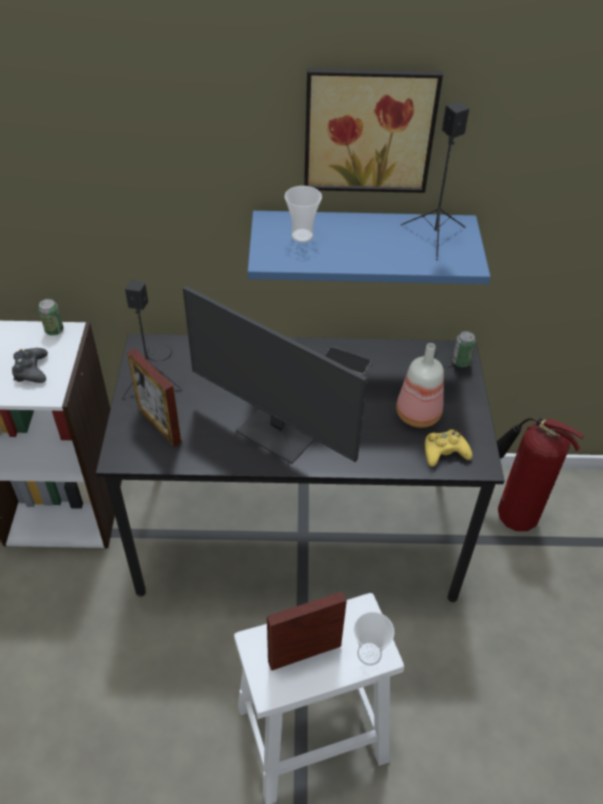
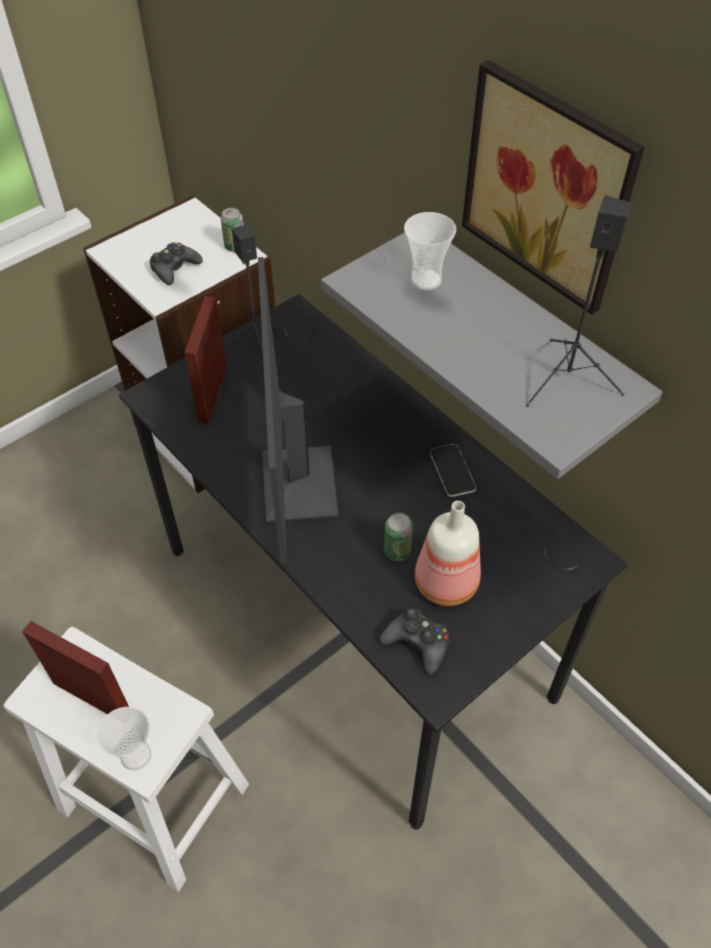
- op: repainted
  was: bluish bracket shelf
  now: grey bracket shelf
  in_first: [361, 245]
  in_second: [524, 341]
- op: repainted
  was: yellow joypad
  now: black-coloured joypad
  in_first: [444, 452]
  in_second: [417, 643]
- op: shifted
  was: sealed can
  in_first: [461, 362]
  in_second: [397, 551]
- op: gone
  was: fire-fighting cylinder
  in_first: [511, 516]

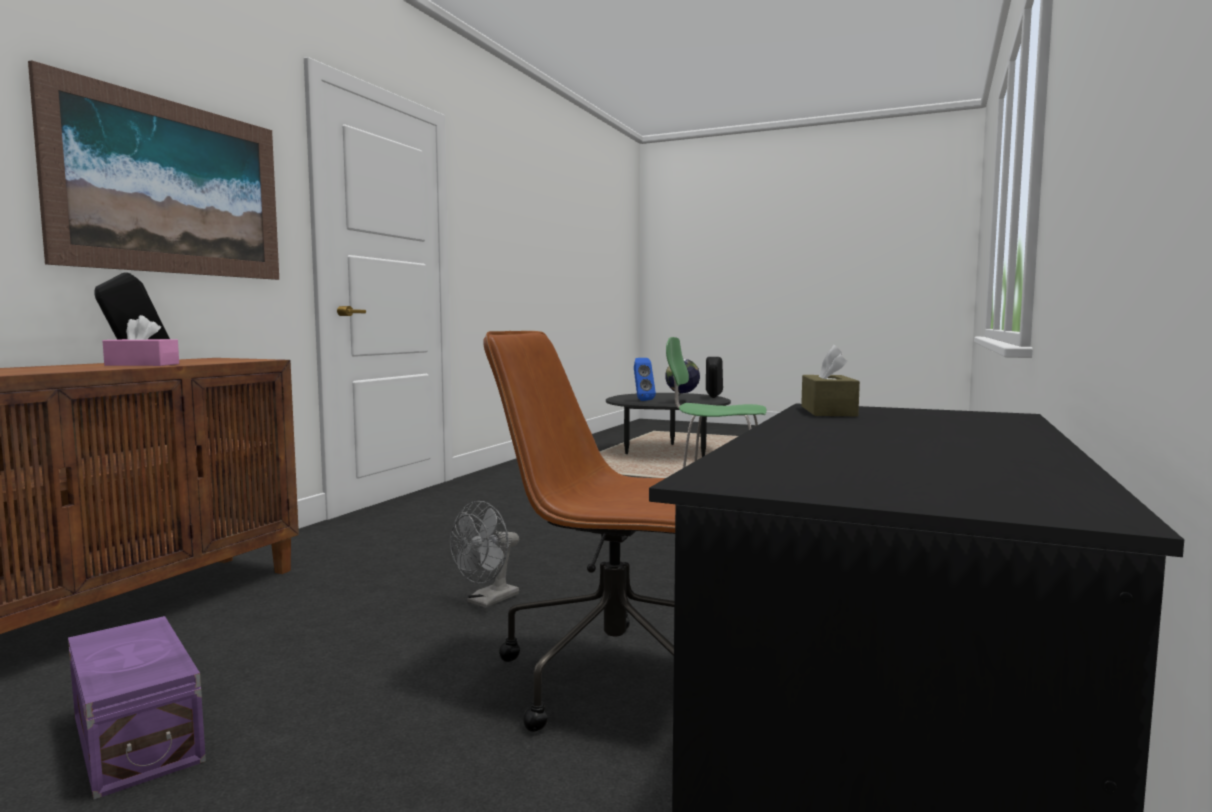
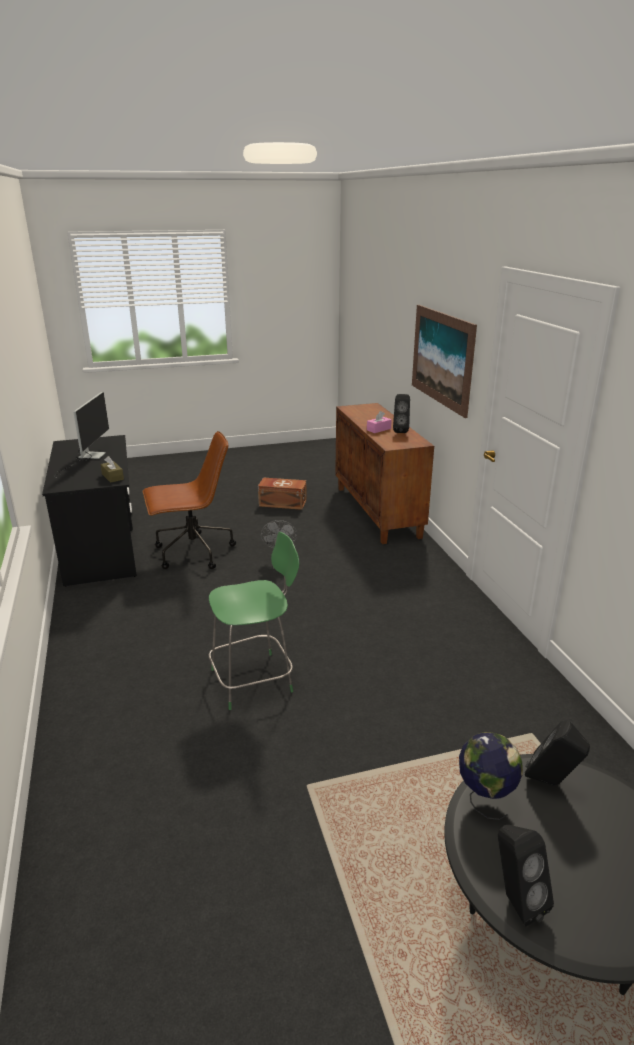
- op: repainted
  was: purplish storage bin
  now: brown-coloured storage bin
  in_first: [134, 740]
  in_second: [282, 503]
- op: repainted
  was: bluish speaker
  now: black-coloured speaker
  in_first: [642, 400]
  in_second: [551, 782]
- op: new
  now: monitor
  in_second: [87, 458]

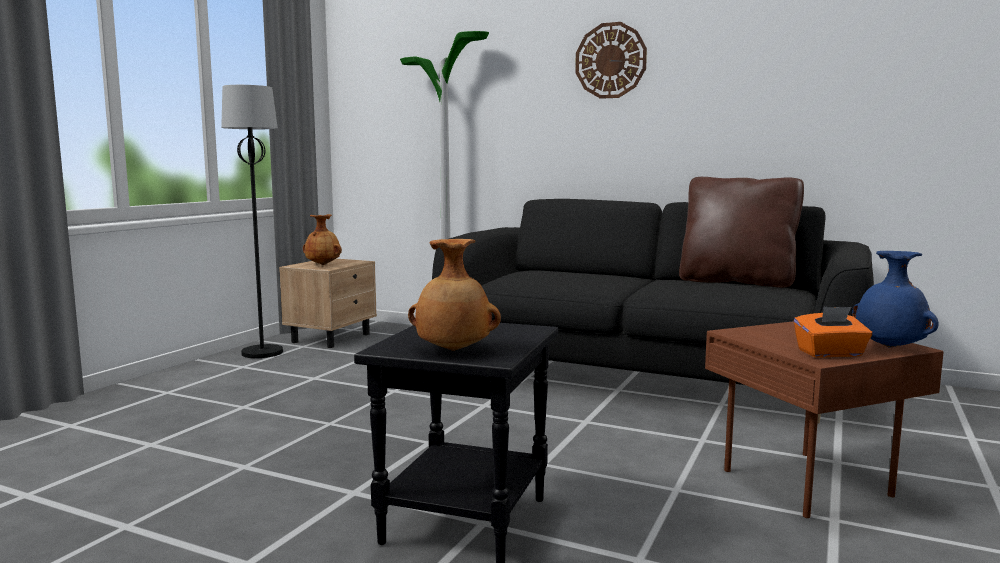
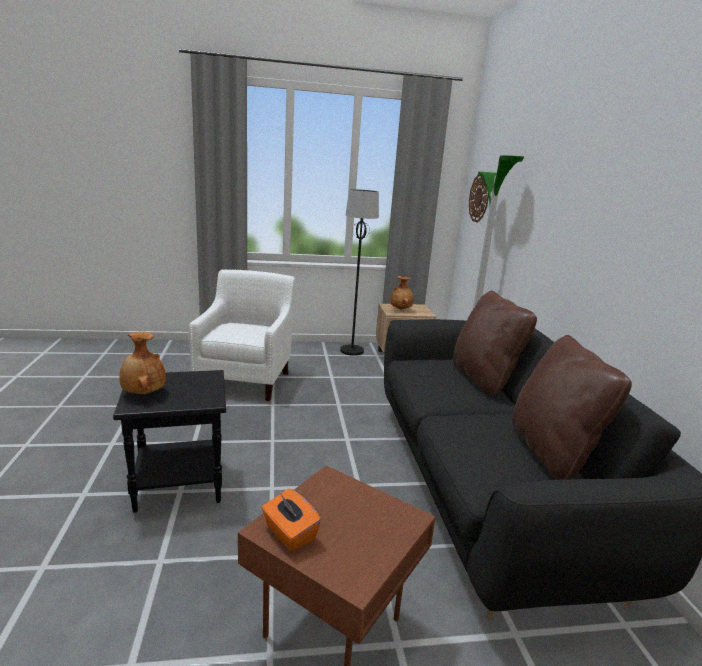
- op: shifted
  was: clock on the wall
  in_first: [610, 60]
  in_second: [479, 197]
- op: gone
  was: bluish flower vase
  in_first: [889, 347]
- op: new
  now: white easy chair
  in_second: [246, 379]
- op: new
  now: brown-coloured cushion
  in_second: [484, 378]

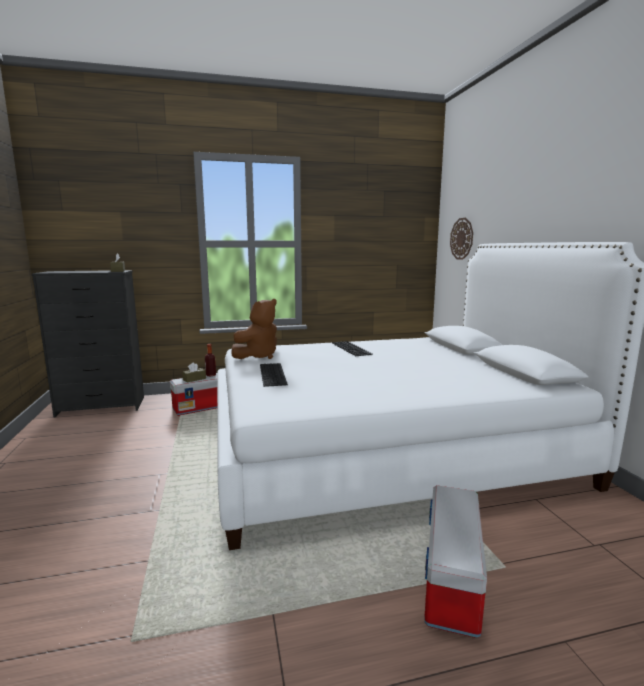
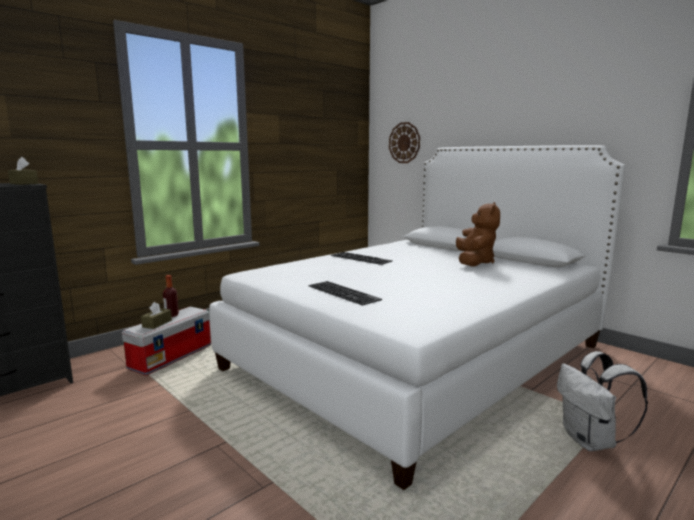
- op: shifted
  was: brown-coloured plush toy
  in_first: [258, 356]
  in_second: [474, 262]
- op: swapped
  was: storage bin
  now: white knapsack
  in_first: [452, 580]
  in_second: [591, 441]

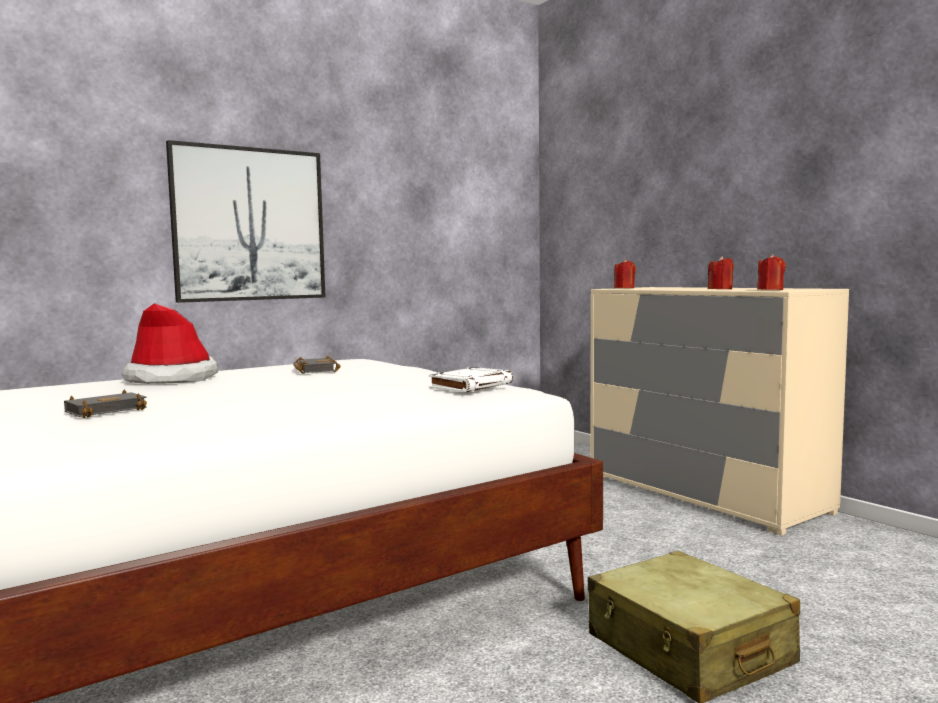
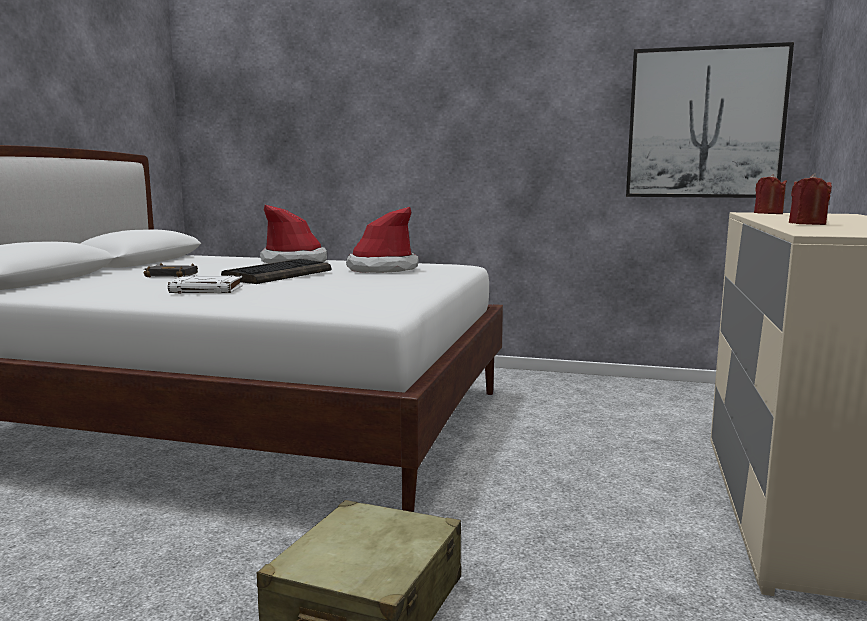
- op: shifted
  was: wall picture
  in_first: [249, 224]
  in_second: [705, 123]
- op: swapped
  was: black-coloured volume
  now: hat
  in_first: [314, 370]
  in_second: [382, 269]
- op: shifted
  was: white volume
  in_first: [471, 386]
  in_second: [207, 290]
- op: gone
  was: red wax light
  in_first: [770, 290]
- op: new
  now: keyboard
  in_second: [278, 274]

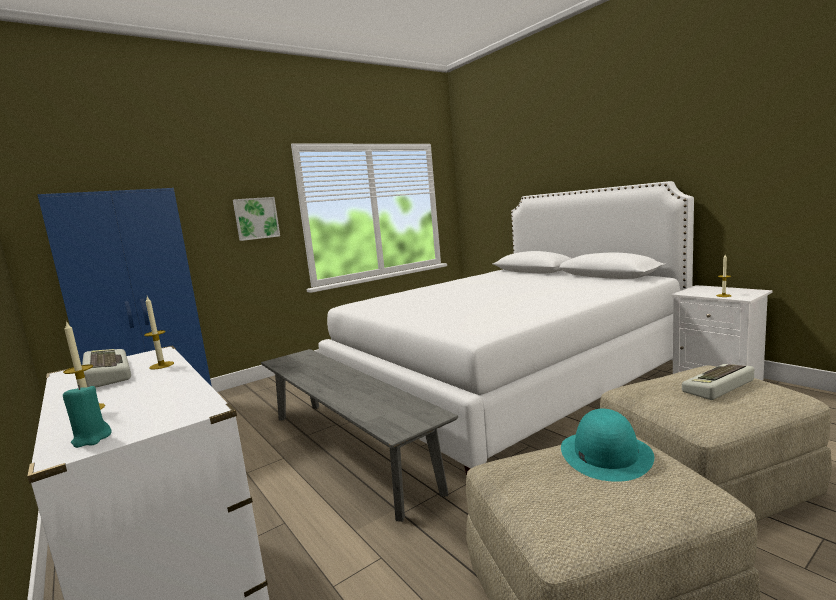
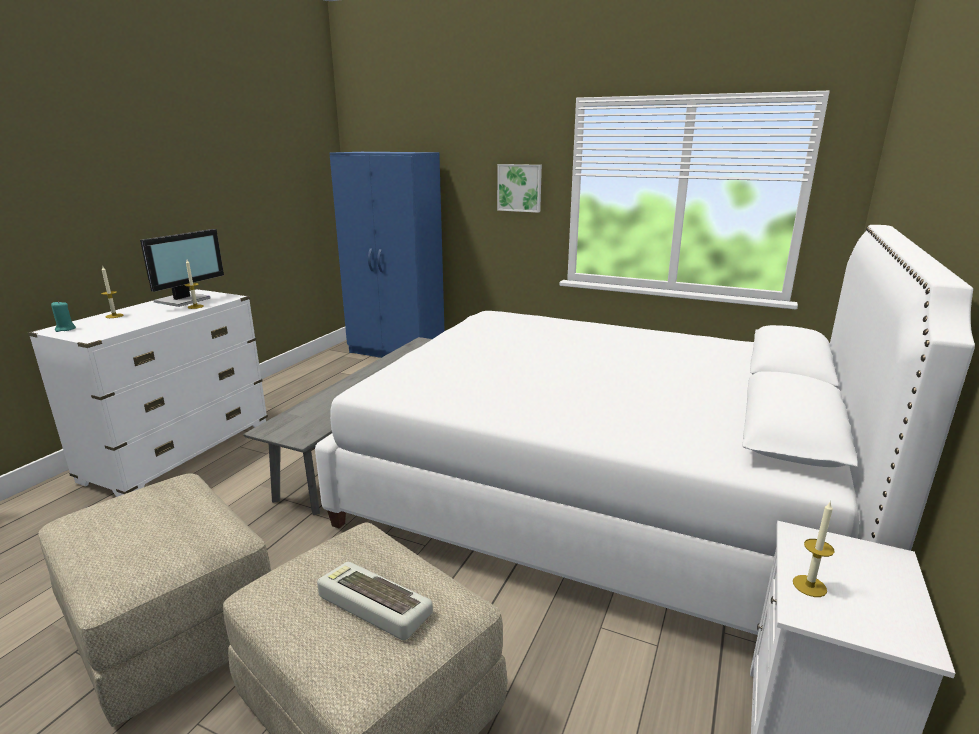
- op: swapped
  was: keyboard
  now: monitor
  in_first: [105, 374]
  in_second: [184, 300]
- op: gone
  was: turquoise hat
  in_first: [605, 454]

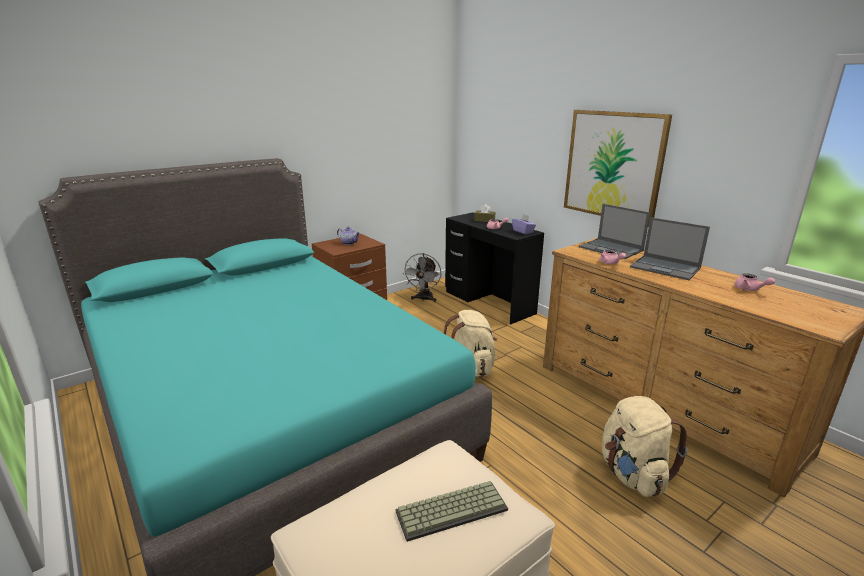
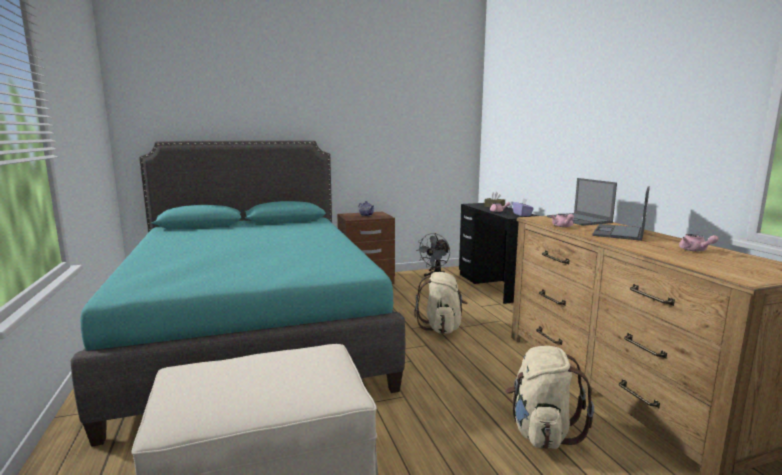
- op: gone
  was: keyboard
  in_first: [452, 509]
- op: gone
  was: wall picture
  in_first: [613, 165]
- op: rotated
  was: laptop
  in_first: [666, 268]
  in_second: [619, 232]
  clockwise: 60

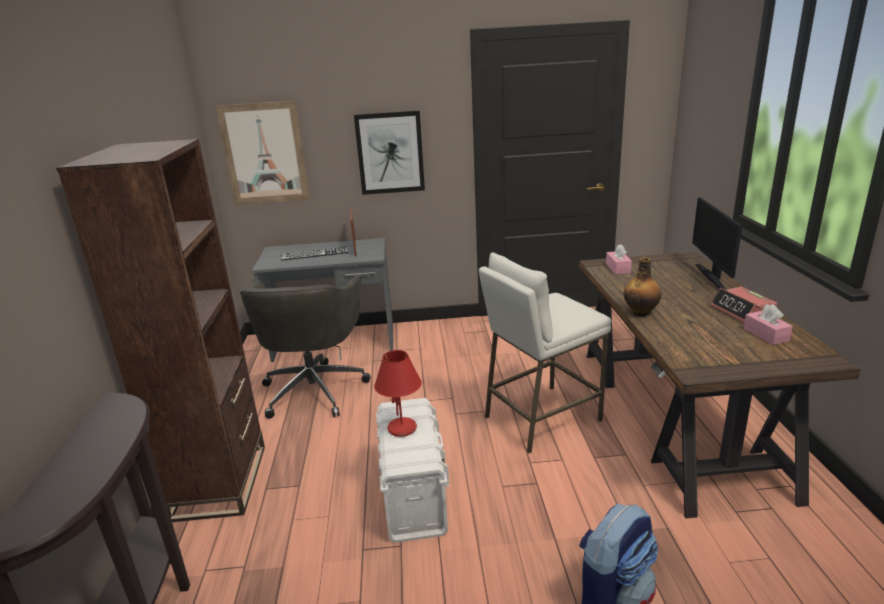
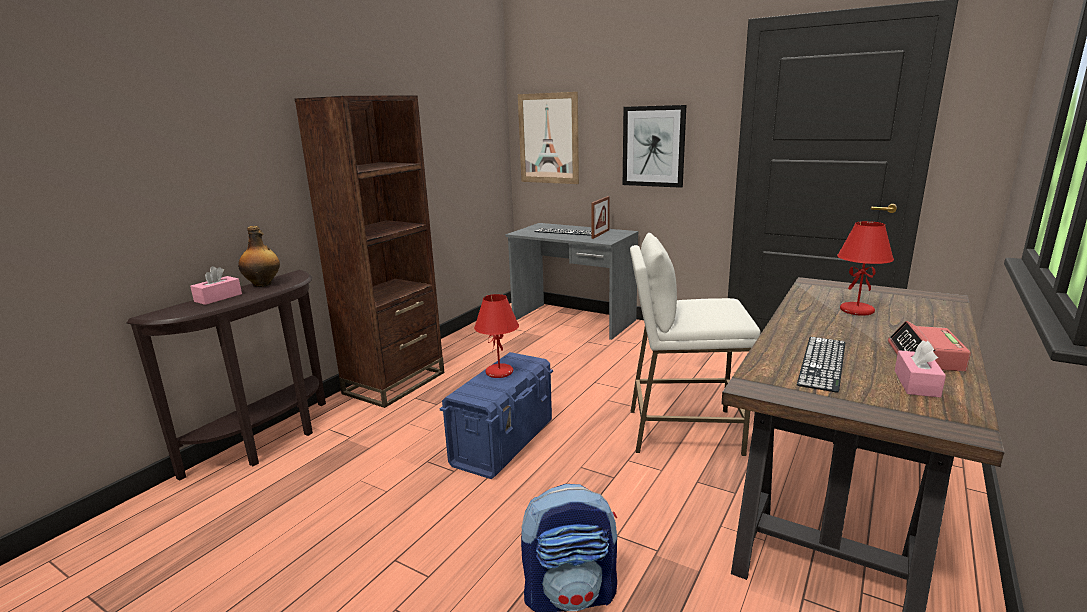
- op: gone
  was: grey computer chair
  in_first: [314, 389]
- op: repainted
  was: white storage bin
  now: bluish storage bin
  in_first: [413, 495]
  in_second: [503, 443]
- op: shifted
  was: pinkish tissue box
  in_first: [618, 268]
  in_second: [218, 298]
- op: shifted
  was: bottle
  in_first: [641, 312]
  in_second: [263, 284]
- op: gone
  was: monitor
  in_first: [712, 276]
- op: new
  now: keyboard
  in_second: [822, 362]
- op: new
  now: red lamp for a table
  in_second: [857, 310]

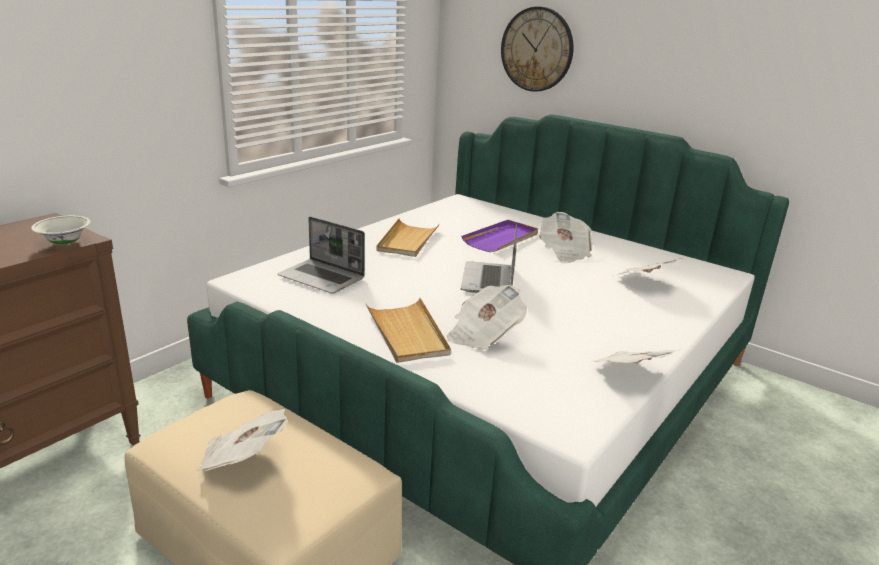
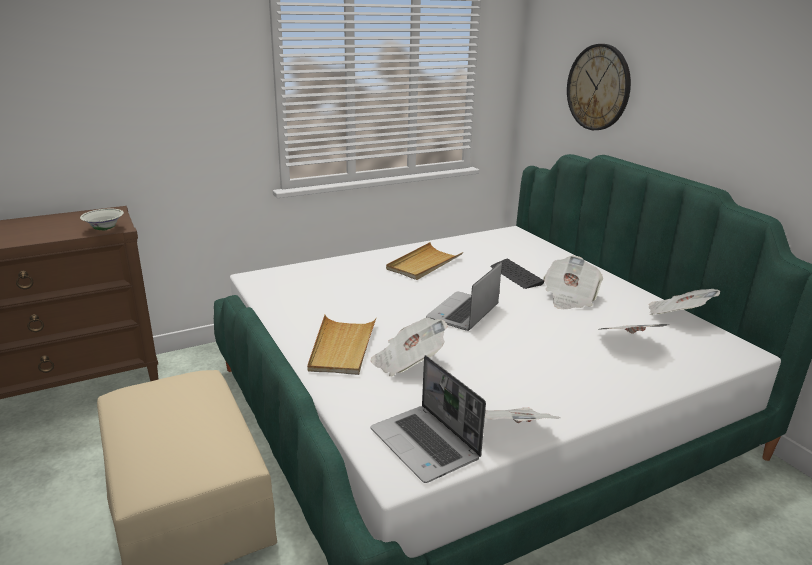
- op: shifted
  was: daily paper
  in_first: [243, 459]
  in_second: [677, 316]
- op: shifted
  was: laptop
  in_first: [323, 278]
  in_second: [426, 445]
- op: swapped
  was: purplish carrying tray
  now: keyboard
  in_first: [501, 239]
  in_second: [516, 275]

